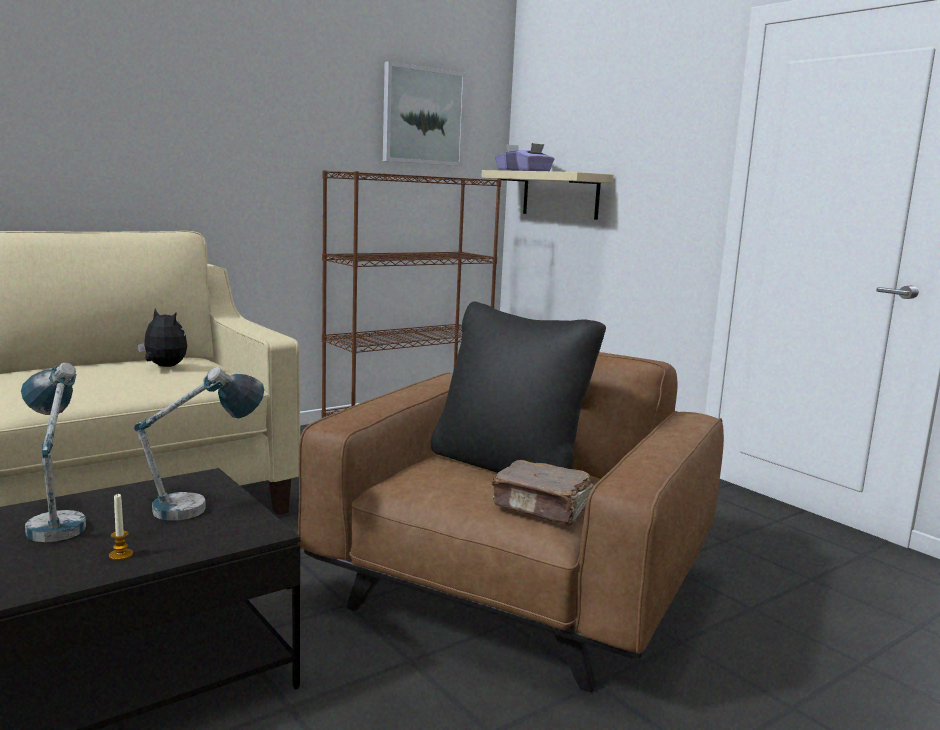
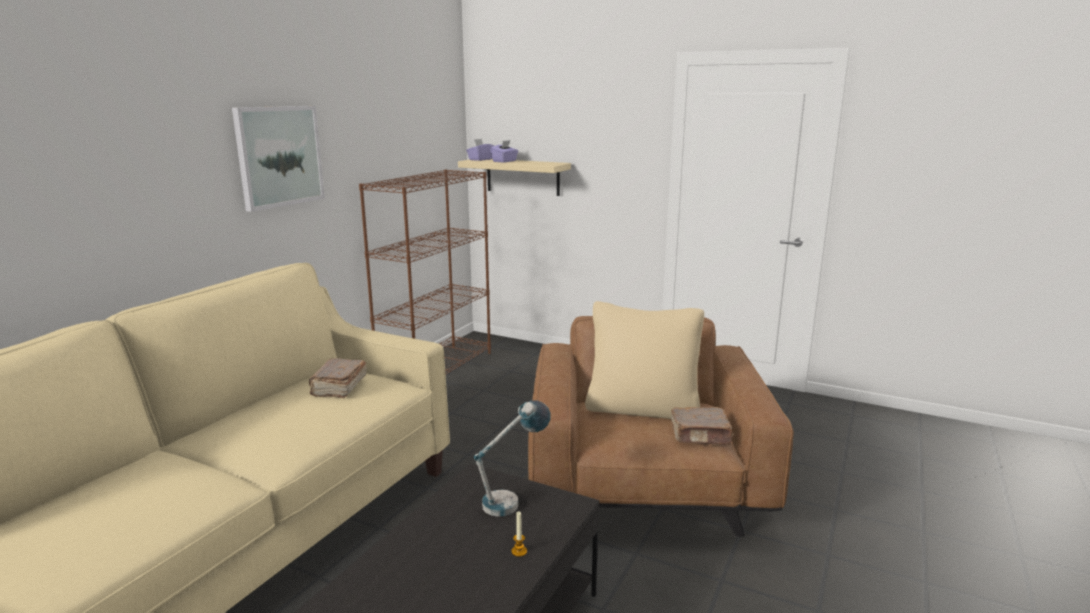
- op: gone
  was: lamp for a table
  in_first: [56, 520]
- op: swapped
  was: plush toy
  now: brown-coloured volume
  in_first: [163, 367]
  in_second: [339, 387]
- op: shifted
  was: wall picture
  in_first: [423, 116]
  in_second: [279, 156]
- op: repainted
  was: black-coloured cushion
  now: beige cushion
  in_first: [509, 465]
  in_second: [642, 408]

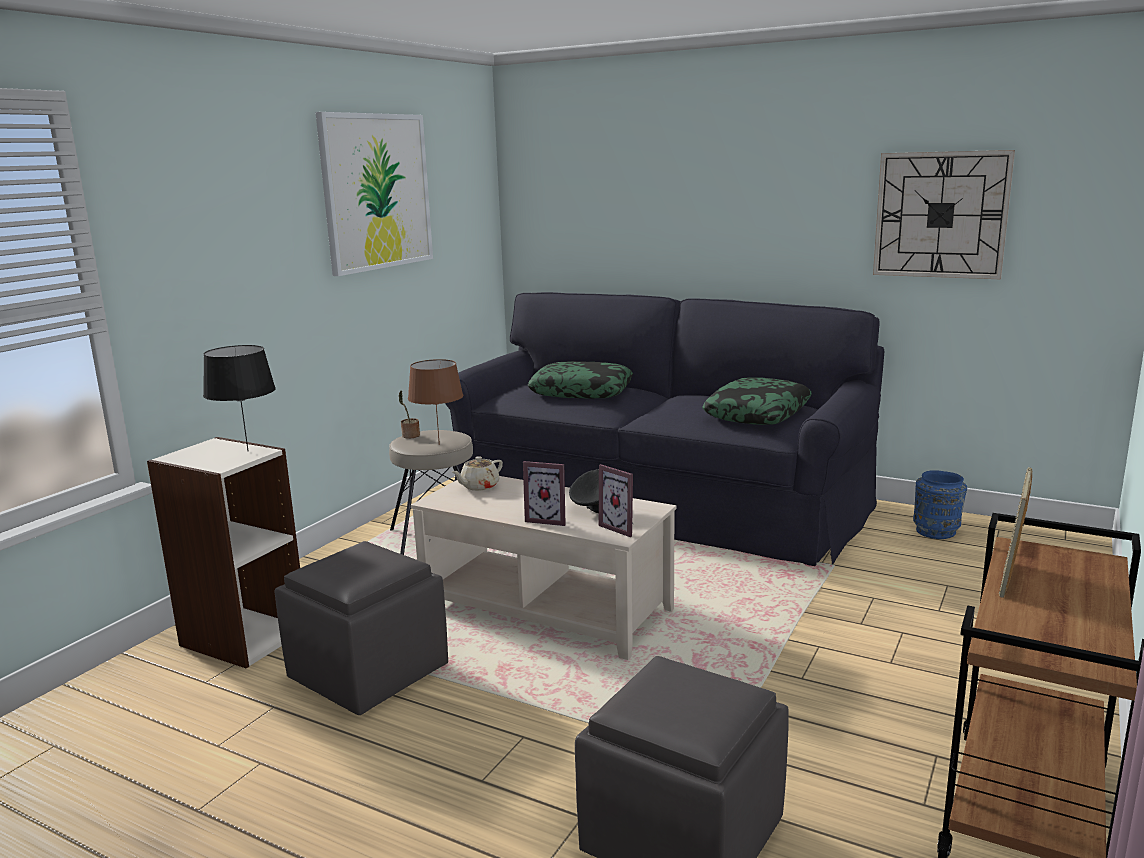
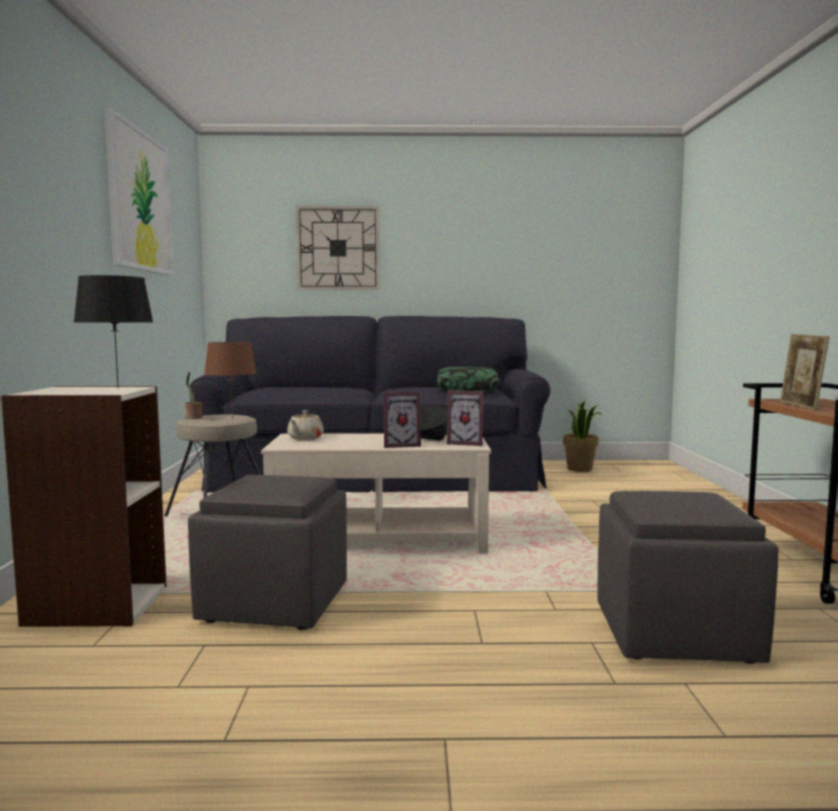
- op: gone
  was: cushion
  in_first: [582, 391]
- op: shifted
  was: clock on the wall
  in_first: [940, 215]
  in_second: [338, 248]
- op: swapped
  was: bluish flower vase
  now: plant in a pot
  in_first: [937, 532]
  in_second: [580, 469]

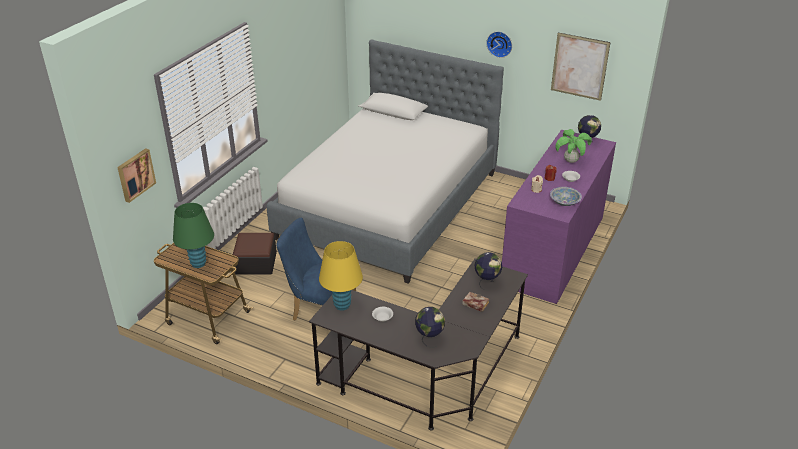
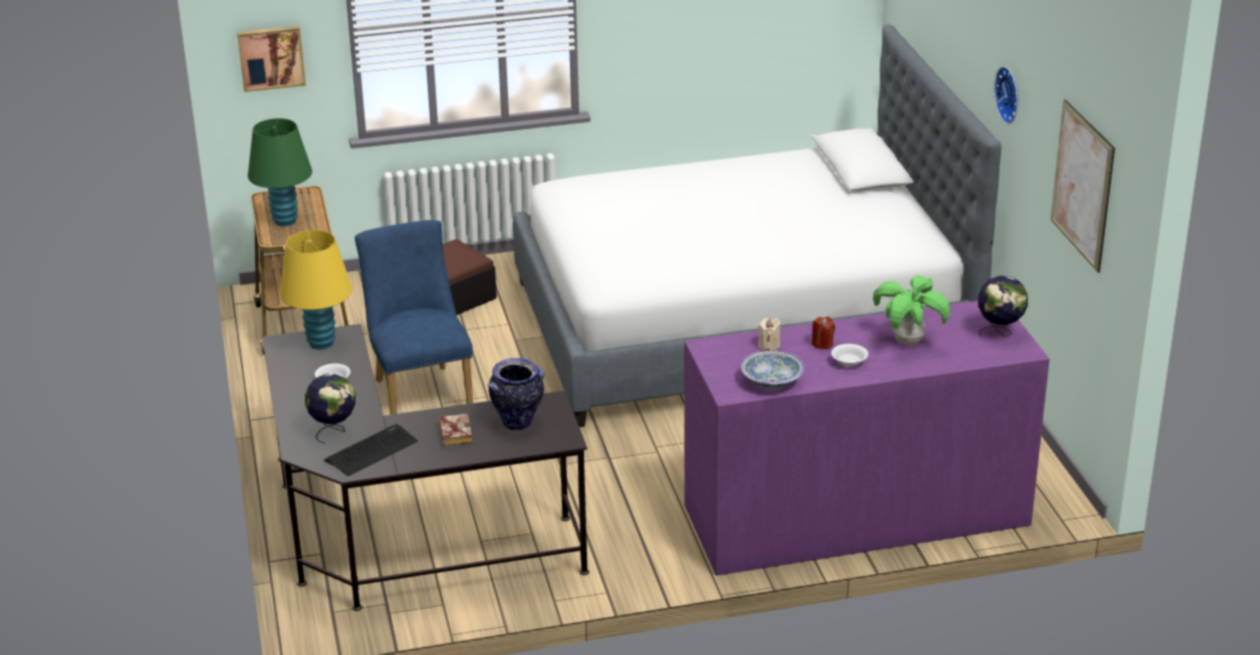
- op: swapped
  was: globe
  now: flower vase
  in_first: [487, 282]
  in_second: [518, 423]
- op: new
  now: keyboard
  in_second: [372, 451]

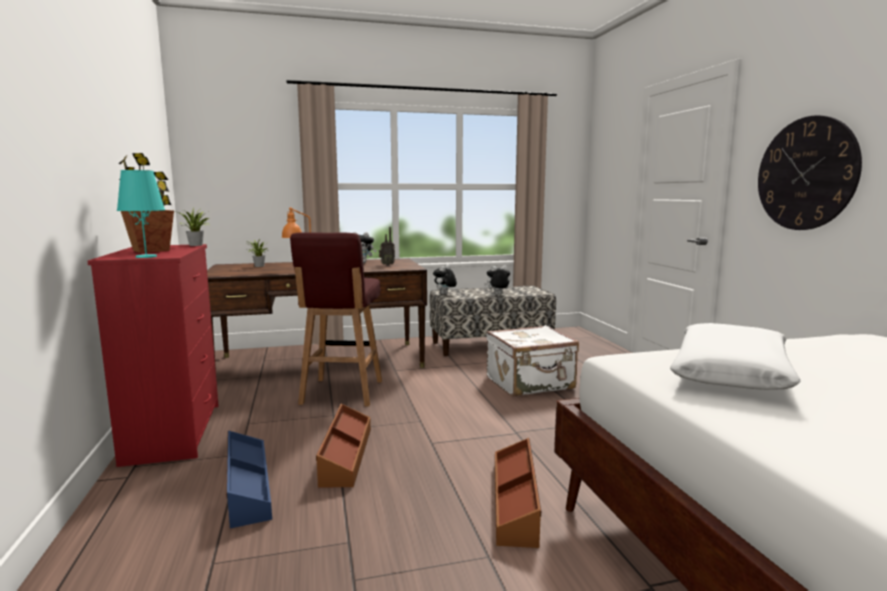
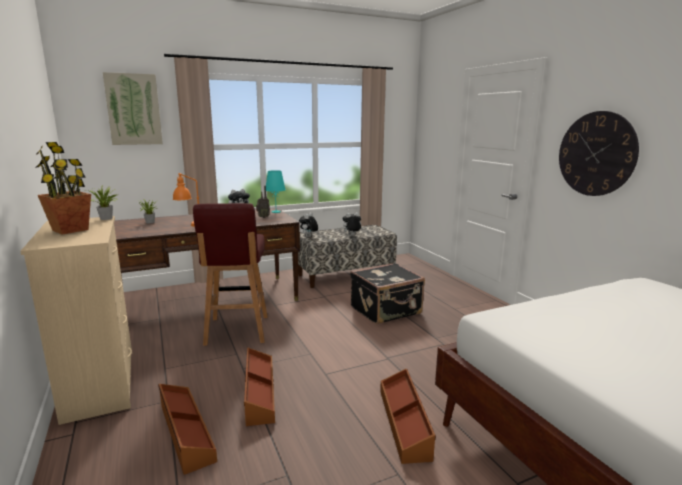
- op: repainted
  was: red dresser
  now: beige dresser
  in_first: [175, 432]
  in_second: [101, 383]
- op: shifted
  was: turquoise lamp for a table
  in_first: [146, 256]
  in_second: [276, 212]
- op: repainted
  was: bluish storage bin
  now: brown-coloured storage bin
  in_first: [247, 487]
  in_second: [185, 432]
- op: repainted
  was: white piece of luggage
  now: black-coloured piece of luggage
  in_first: [530, 384]
  in_second: [386, 311]
- op: gone
  was: white cushion
  in_first: [731, 372]
- op: new
  now: wall picture
  in_second: [133, 109]

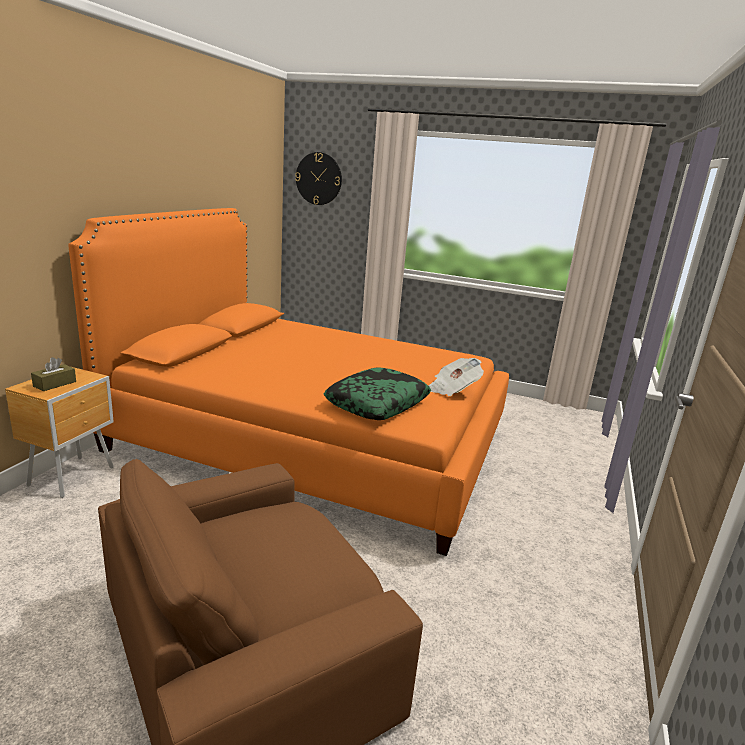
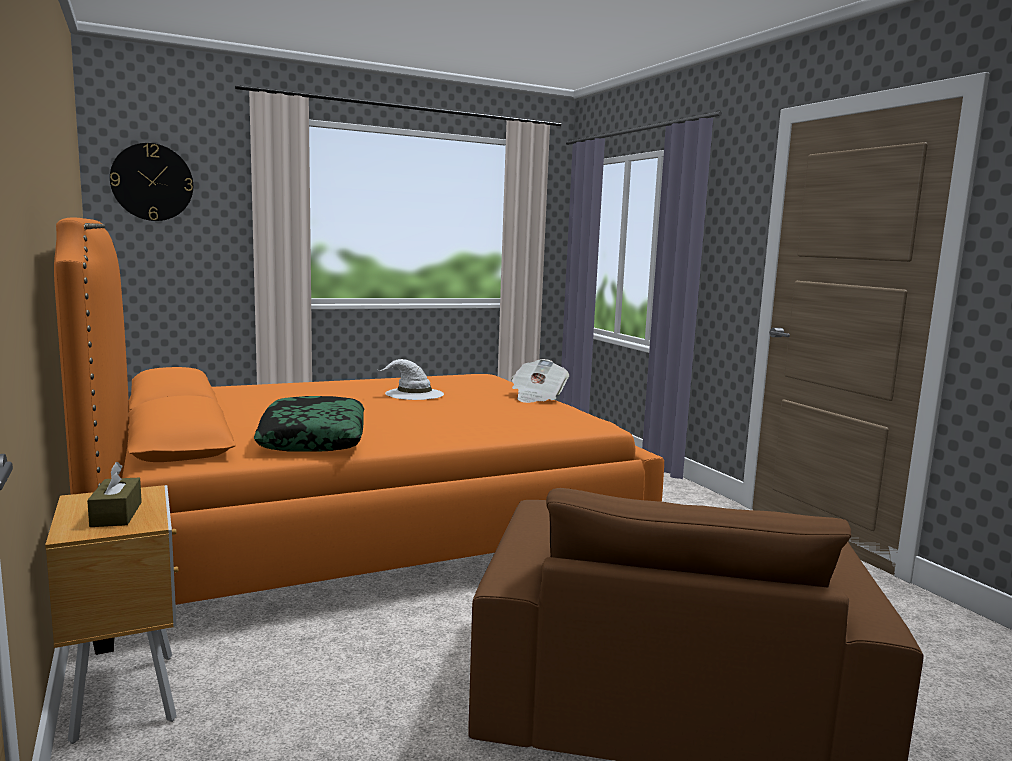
- op: shifted
  was: cushion
  in_first: [377, 403]
  in_second: [313, 438]
- op: new
  now: white hat
  in_second: [413, 394]

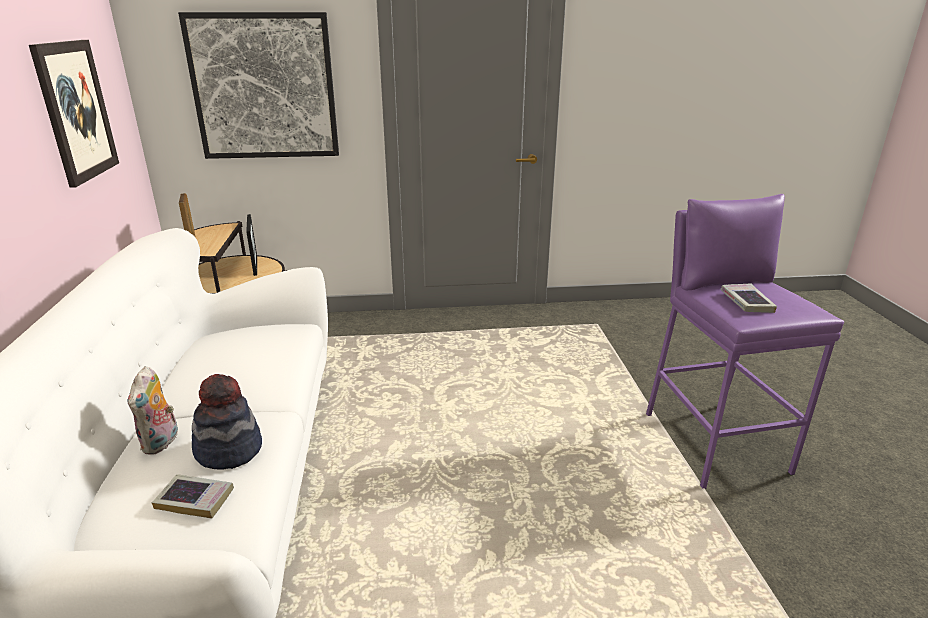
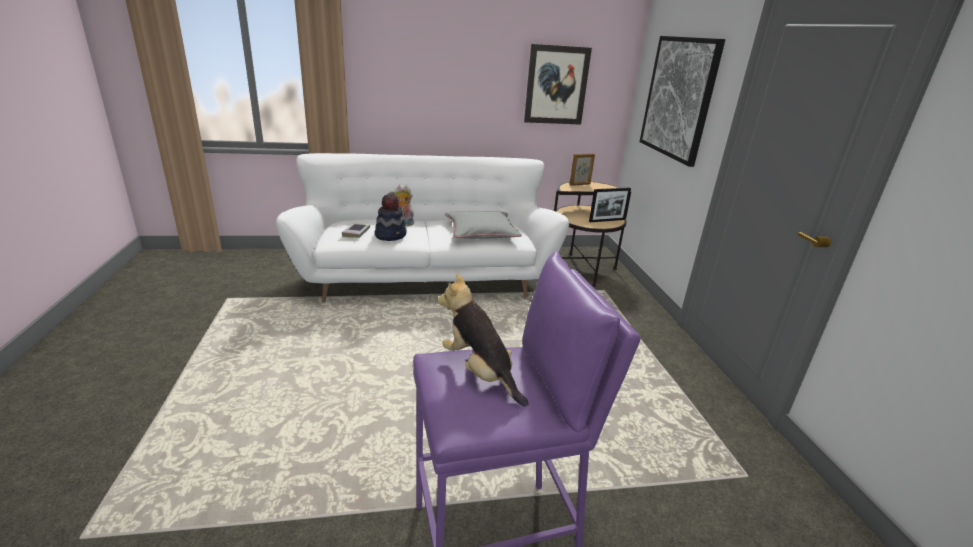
- op: swapped
  was: volume
  now: plush toy
  in_first: [746, 302]
  in_second: [479, 372]
- op: new
  now: grey cushion
  in_second: [481, 232]

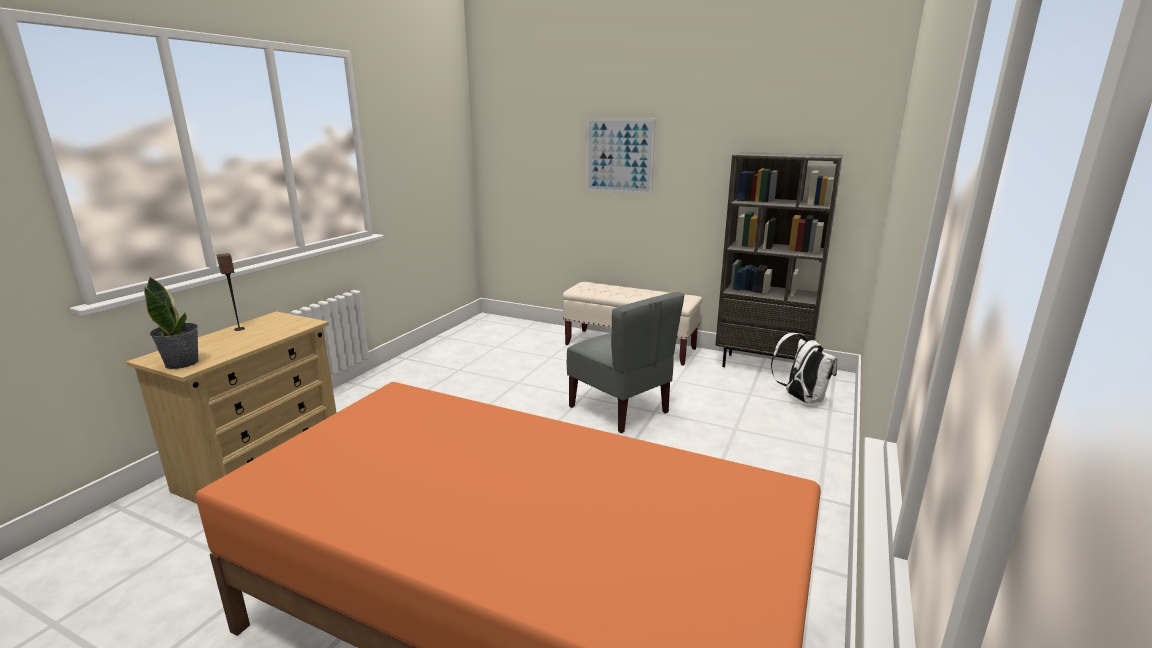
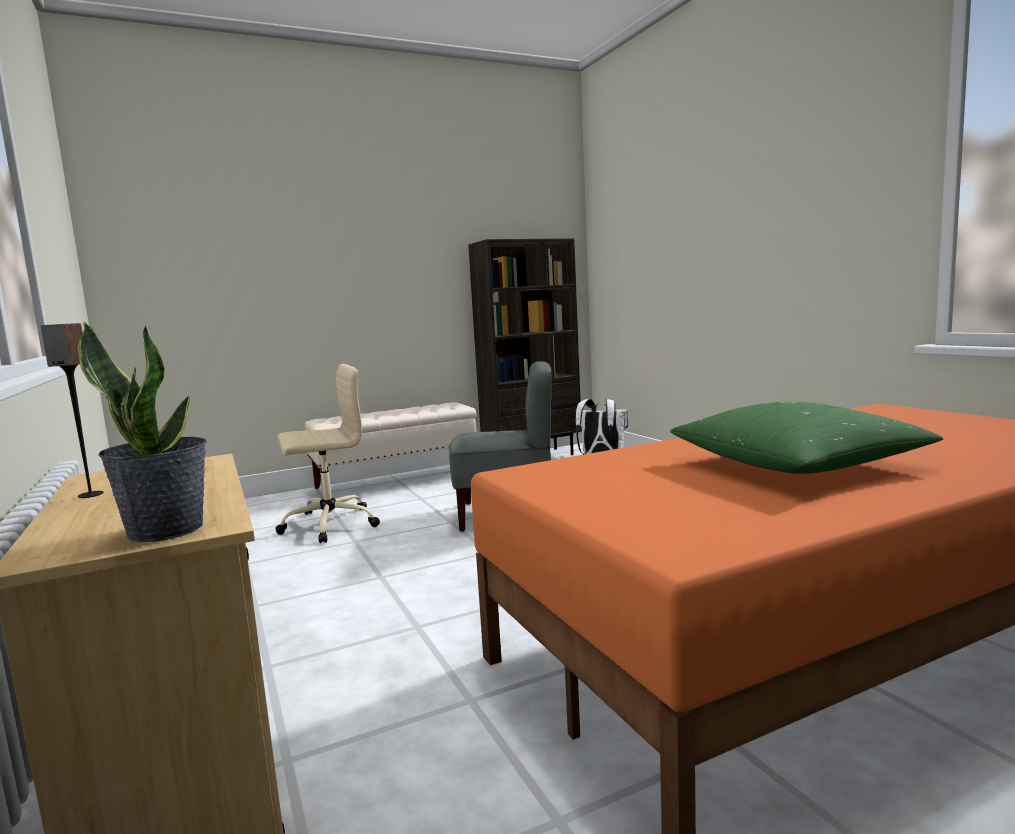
- op: gone
  was: wall picture
  in_first: [619, 156]
- op: new
  now: beige computer chair
  in_second: [328, 525]
- op: new
  now: green cushion
  in_second: [797, 465]

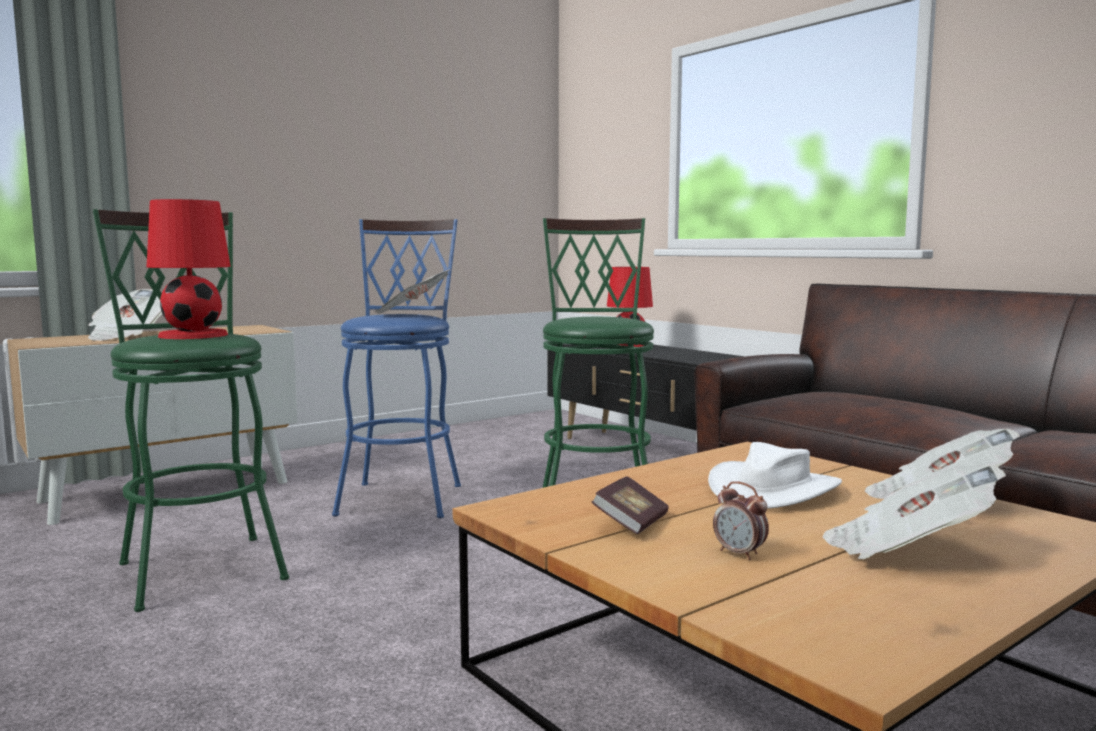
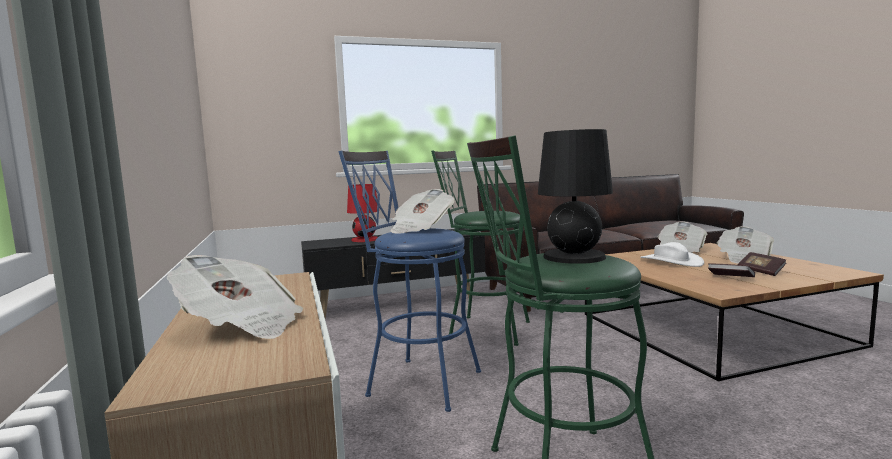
- op: repainted
  was: red lamp for a table
  now: black-coloured lamp for a table
  in_first: [194, 335]
  in_second: [574, 256]
- op: swapped
  was: alarm clock
  now: volume
  in_first: [739, 554]
  in_second: [761, 271]

